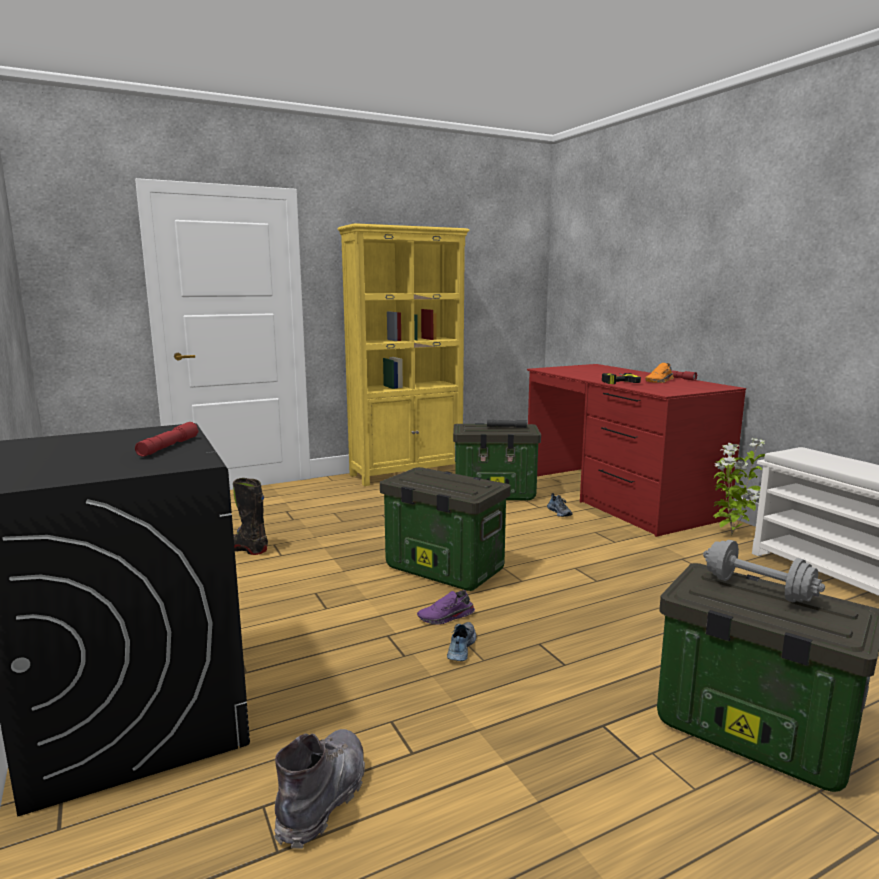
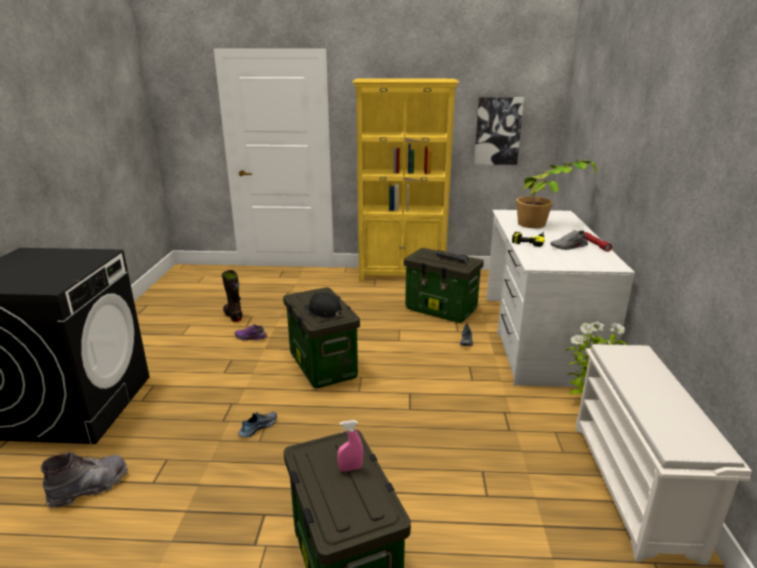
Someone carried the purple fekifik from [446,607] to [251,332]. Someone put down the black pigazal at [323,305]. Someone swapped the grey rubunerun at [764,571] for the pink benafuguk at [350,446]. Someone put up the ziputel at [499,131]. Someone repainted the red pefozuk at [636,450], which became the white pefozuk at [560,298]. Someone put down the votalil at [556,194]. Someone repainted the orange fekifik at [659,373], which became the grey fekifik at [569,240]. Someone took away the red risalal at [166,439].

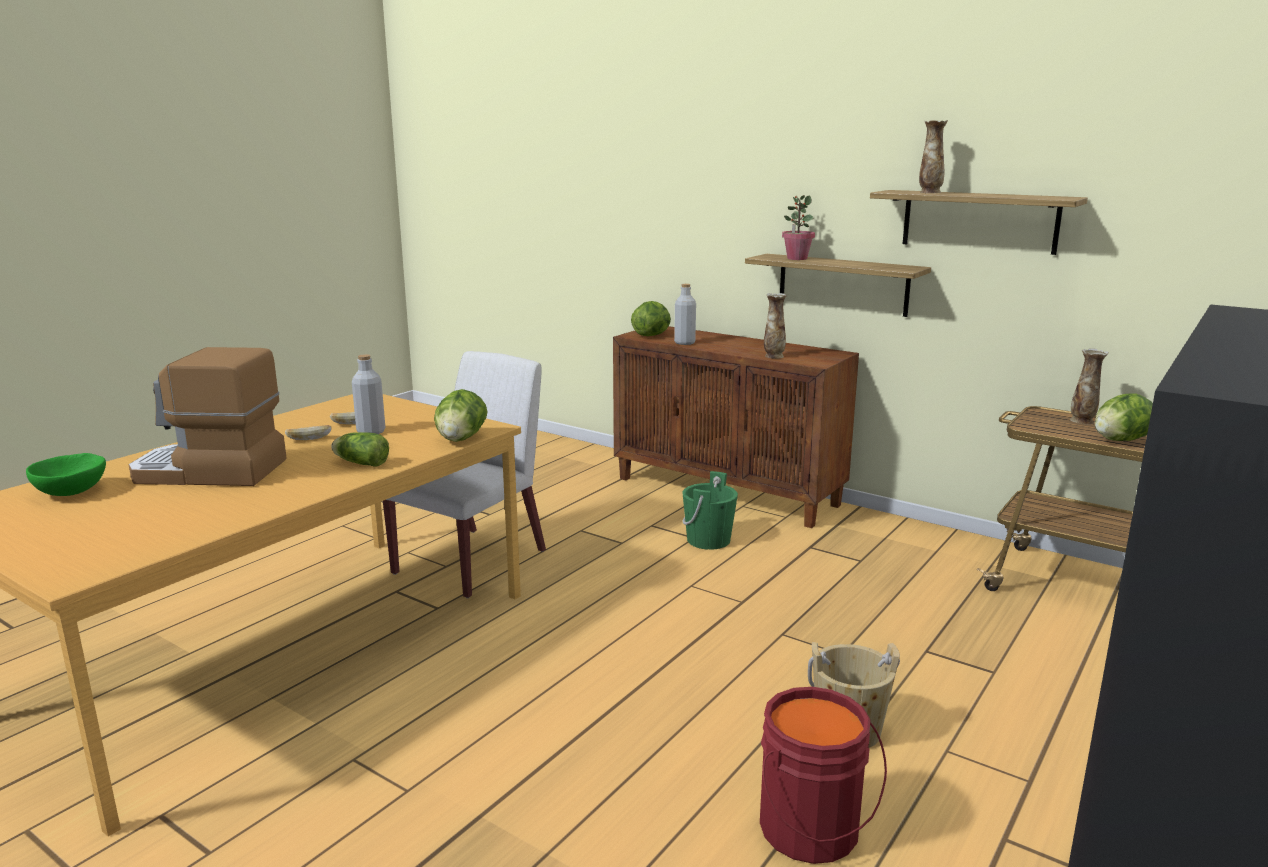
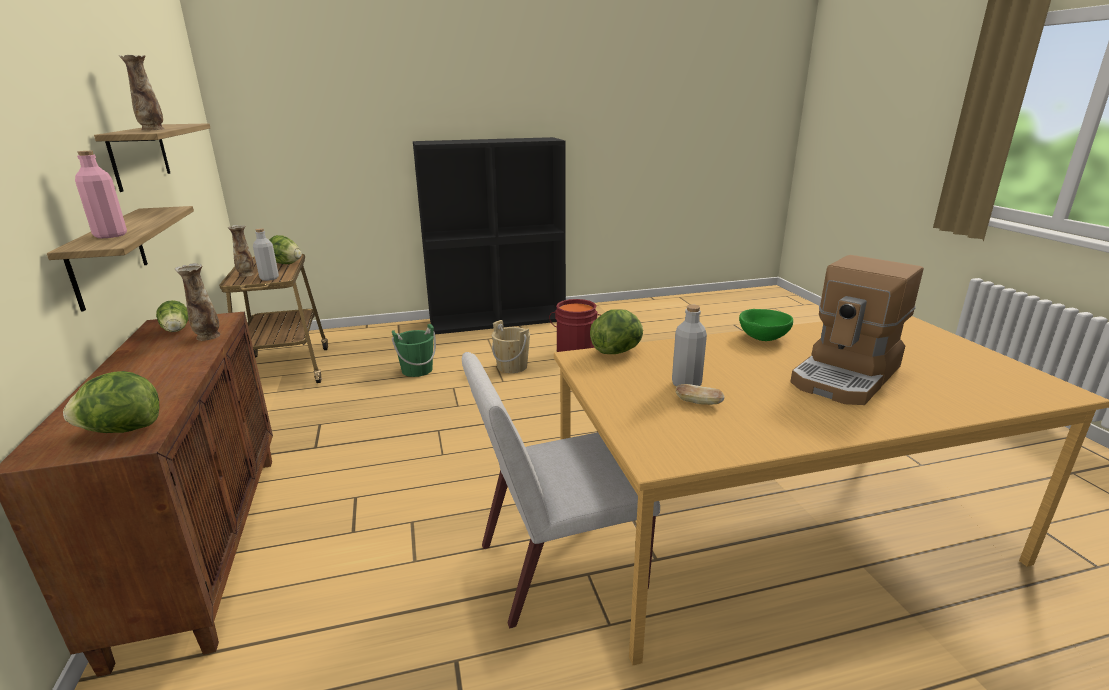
Someone swapped the votalil at [798,227] for the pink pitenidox at [101,194]. Someone carried the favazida from [360,449] to [172,316]. Someone carried the grey pitenidox from [685,314] to [266,254]. Someone carried the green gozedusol from [710,510] to [414,350]. Someone carried the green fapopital from [66,474] to [766,325]. Someone rotated the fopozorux at [208,416] by 90 degrees clockwise. Someone took away the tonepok at [308,432].

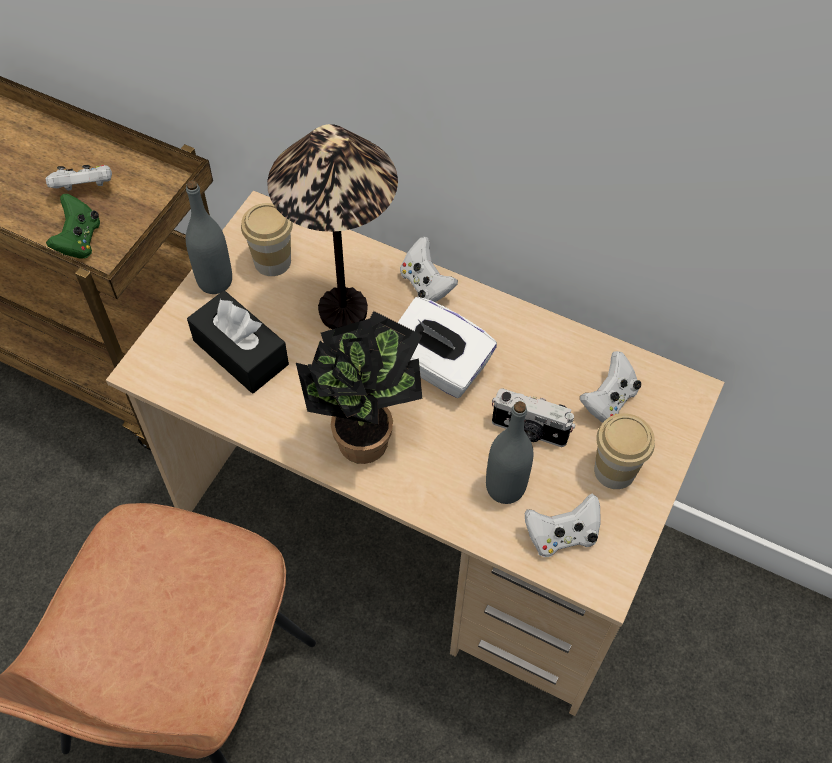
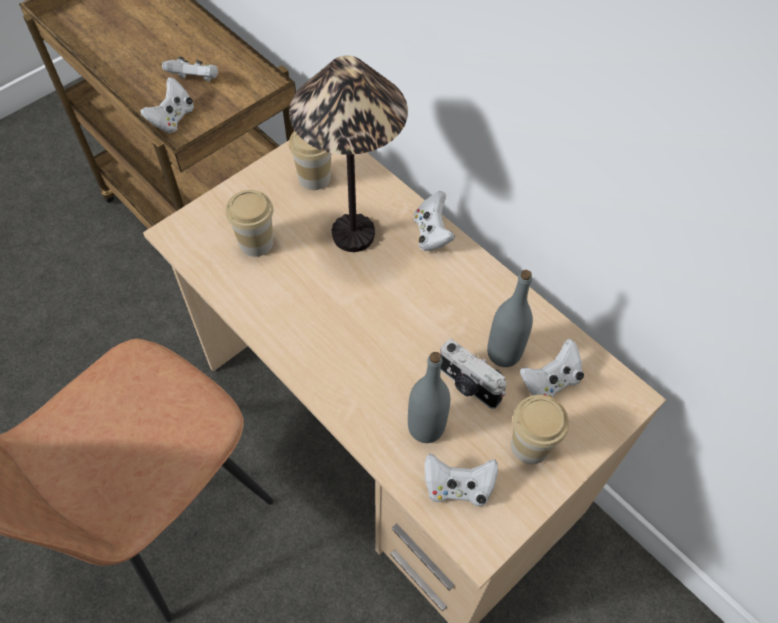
Someone repainted the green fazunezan at [73,226], which became the white fazunezan at [167,105]. Someone swapped the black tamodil at [238,342] for the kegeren at [249,223]. Someone carried the grey pitenidox from [209,237] to [510,318]. Someone took away the votalil at [359,387]. Someone took away the white tamodil at [447,347].

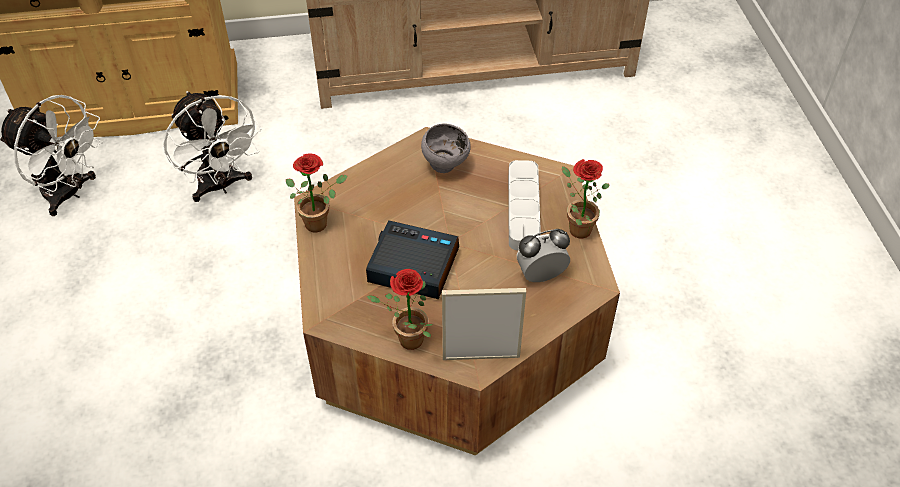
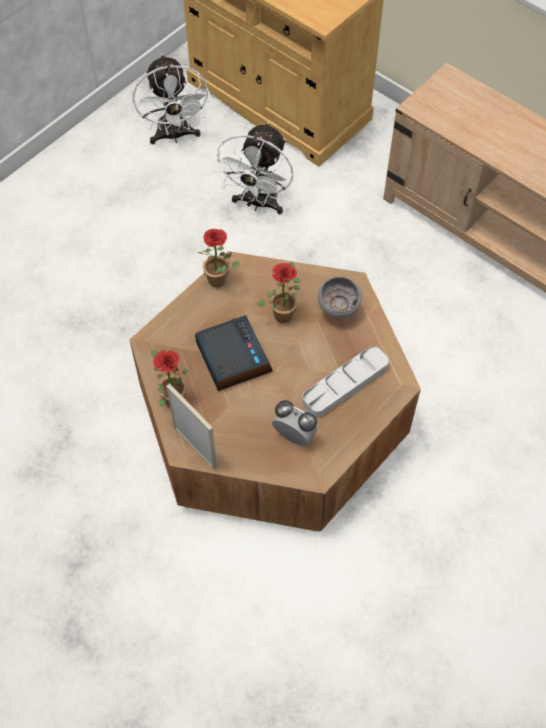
Someone carried the votalil from [586,199] to [279,292].

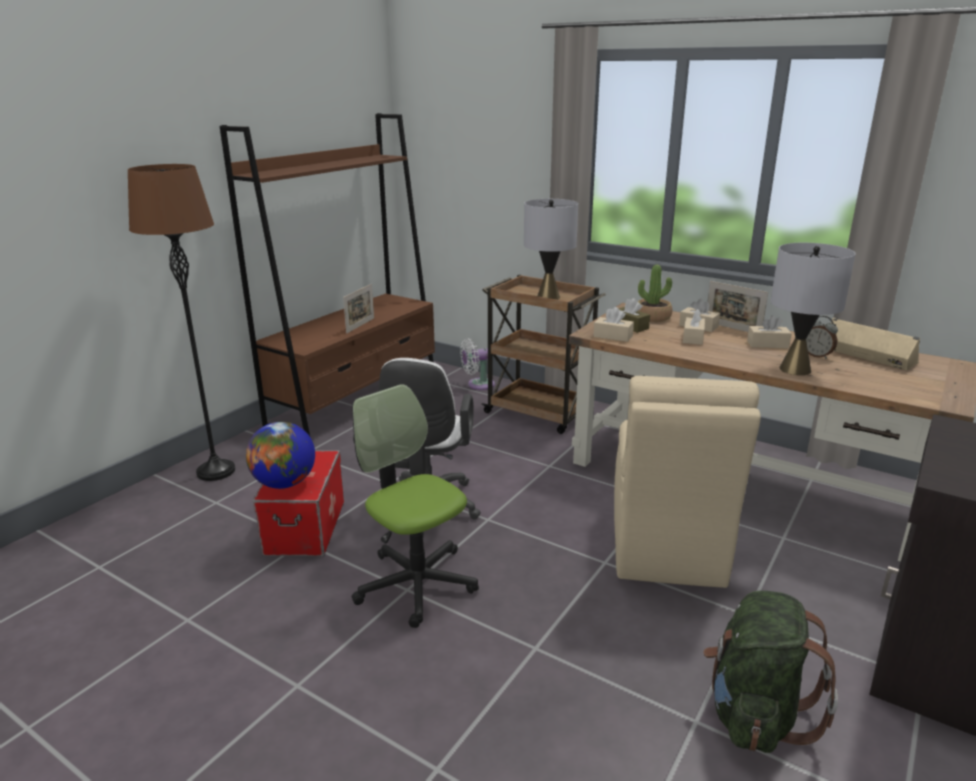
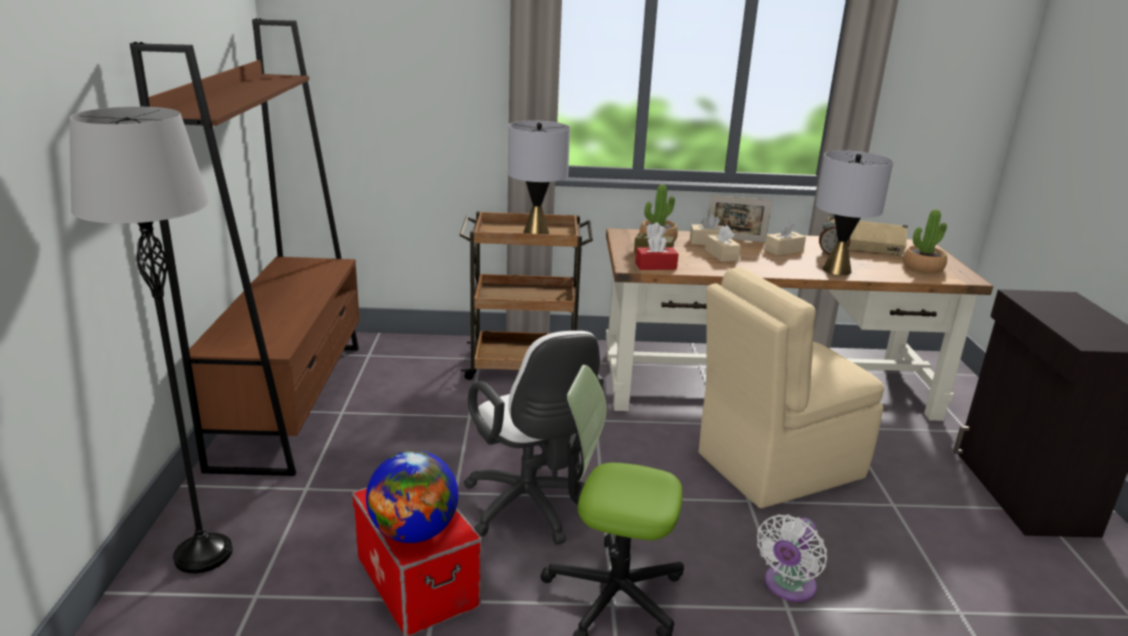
Someone repainted the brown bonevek at [181,322], which became the grey bonevek at [151,340]. Someone repainted the beige tamodil at [613,324], which became the red tamodil at [656,252]. Someone rotated the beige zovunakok at [687,482] by 90 degrees clockwise. Someone carried the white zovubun from [477,364] to [792,558]. Someone put down the votalil at [925,241]. Someone took away the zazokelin at [358,308]. Someone took away the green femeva at [770,672].

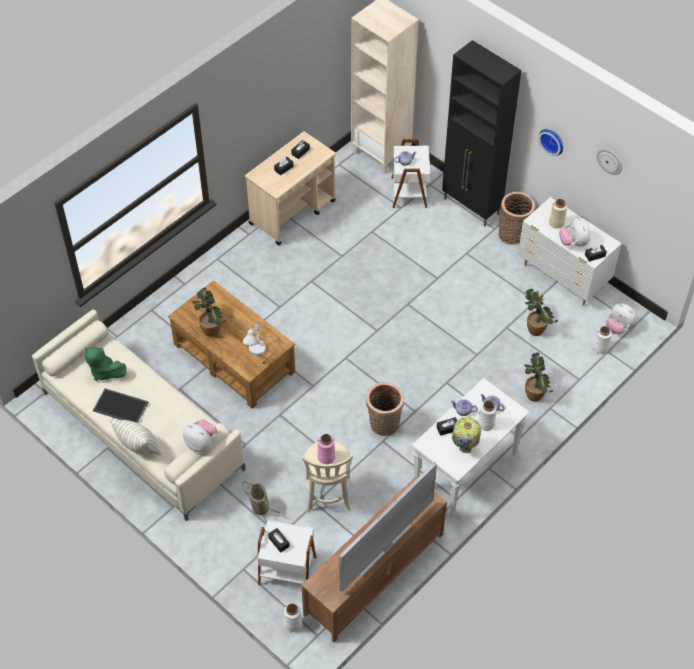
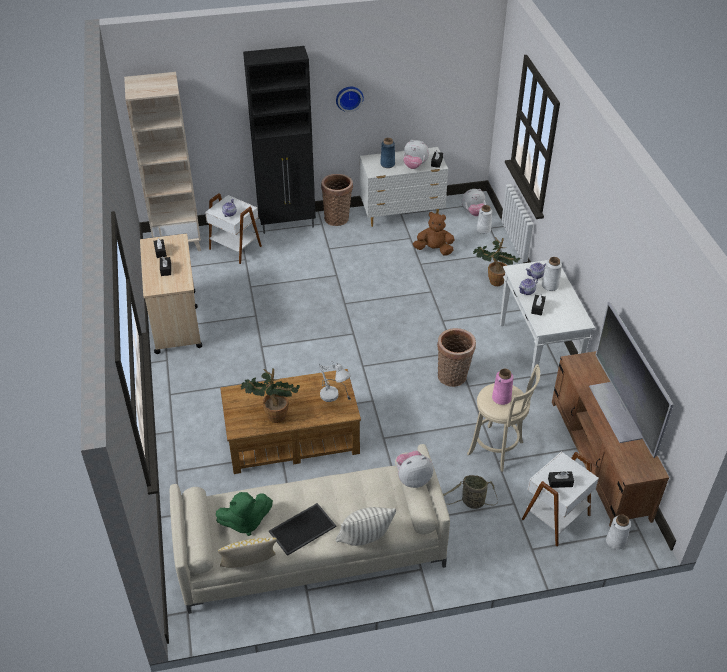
Someone put down the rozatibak at [247,553]. Someone repainted the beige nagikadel at [558,214], which became the blue nagikadel at [387,153]. Someone swapped the votalil at [541,312] for the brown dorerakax at [434,234]. Someone took away the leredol at [466,435]. Someone took away the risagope at [609,162].

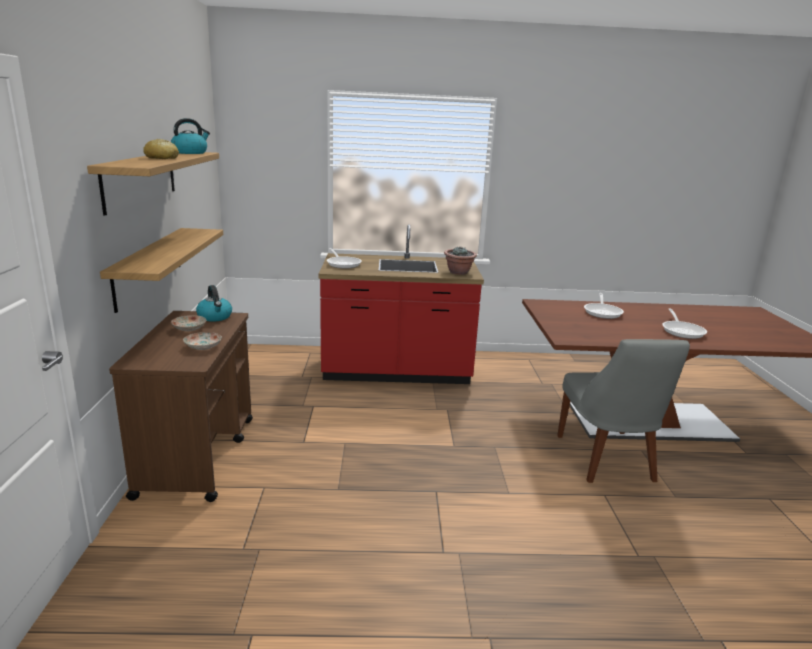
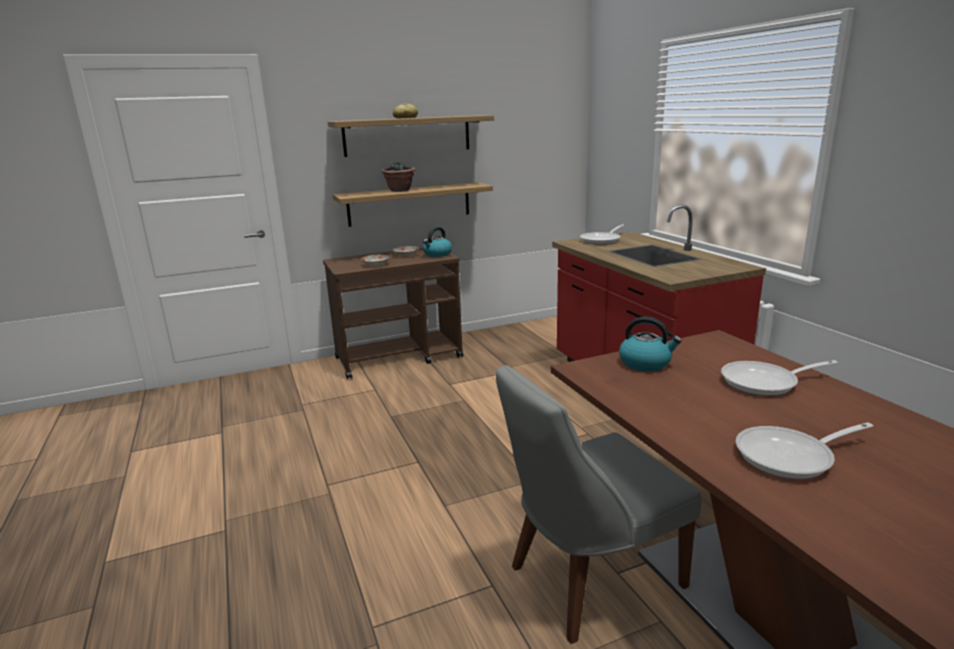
Someone carried the votalil from [460,261] to [398,177]. Someone carried the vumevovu from [190,136] to [650,344].

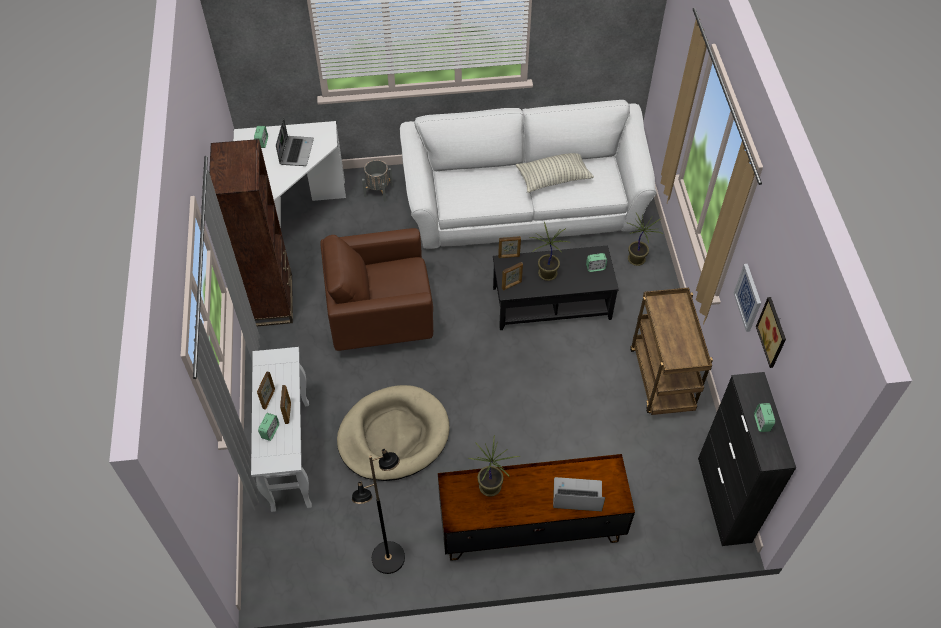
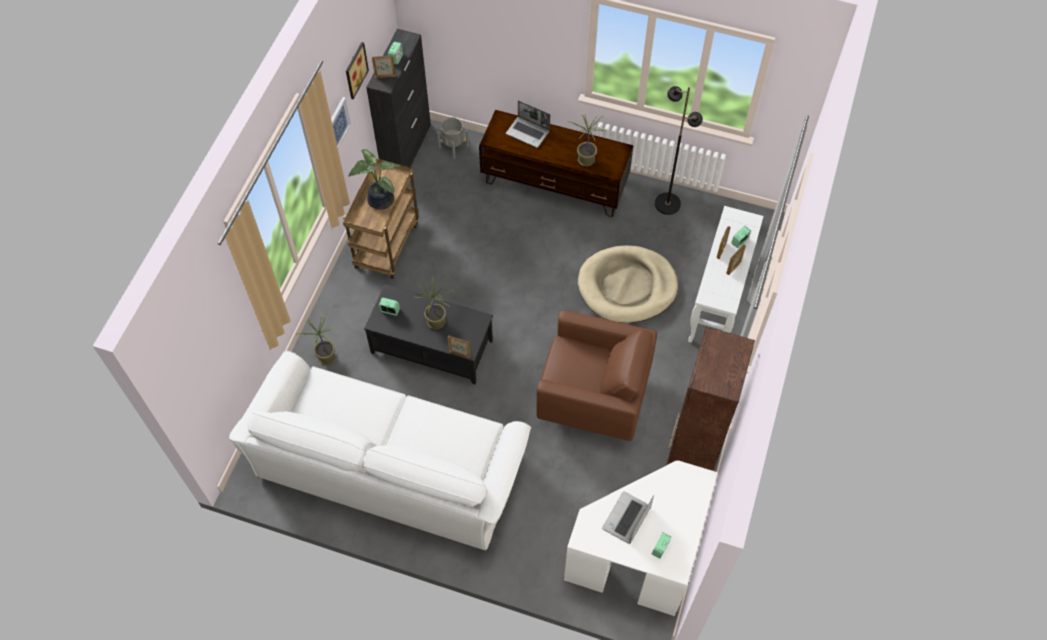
Someone put down the votalil at [374,179]. Someone carried the zazokelin from [512,276] to [384,66]. Someone carried the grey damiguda from [377,180] to [453,138]. Someone took away the rozatibak at [555,173].

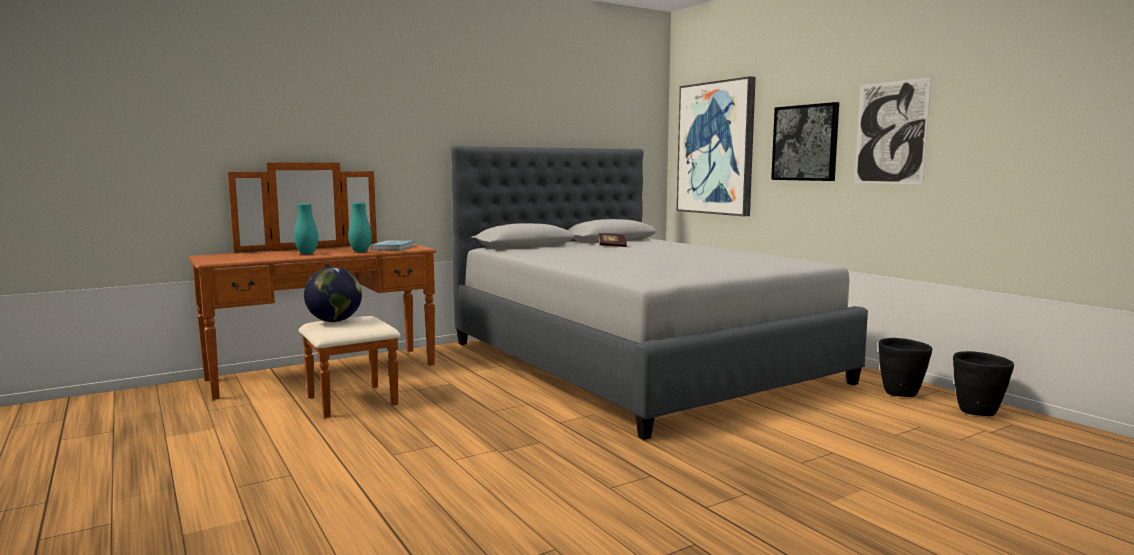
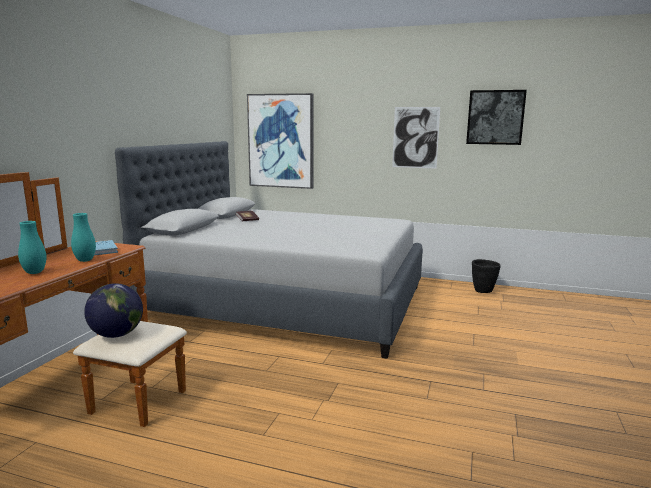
Someone carried the ziputel from [805,141] to [496,117]. Someone took away the black damiguda at [905,367].

